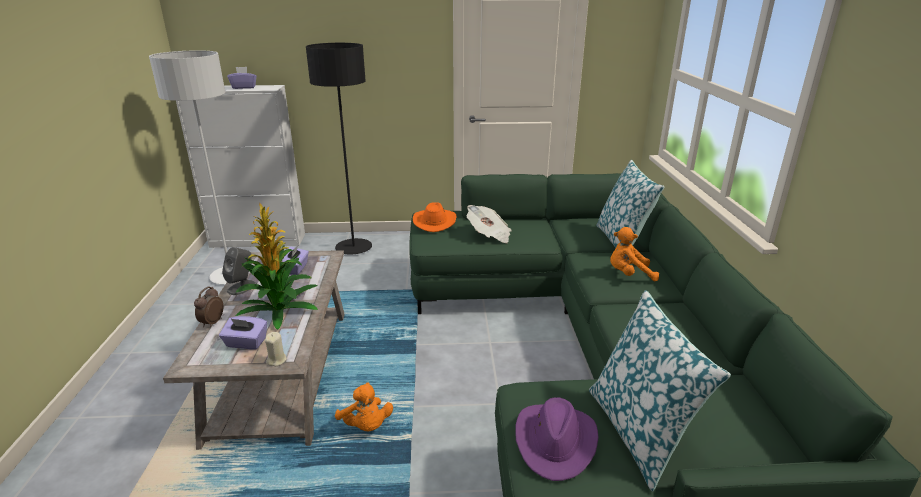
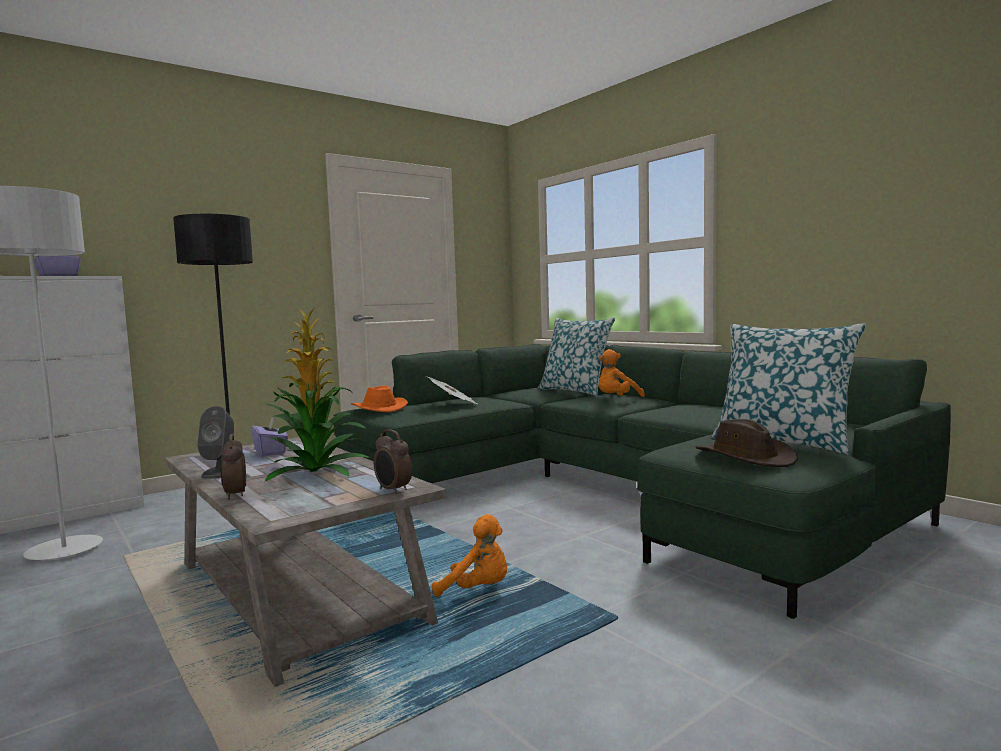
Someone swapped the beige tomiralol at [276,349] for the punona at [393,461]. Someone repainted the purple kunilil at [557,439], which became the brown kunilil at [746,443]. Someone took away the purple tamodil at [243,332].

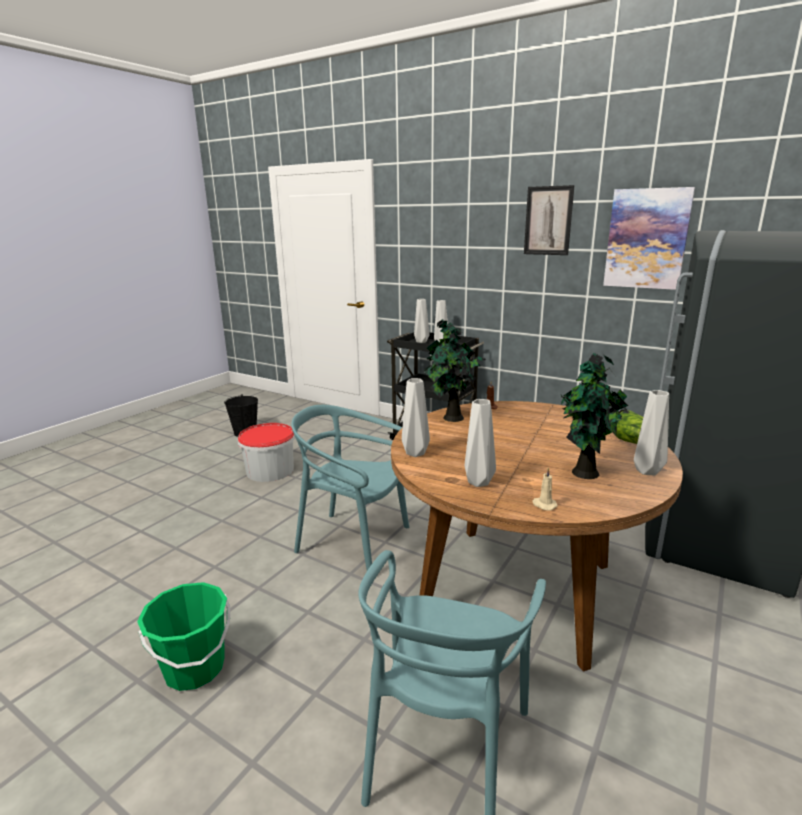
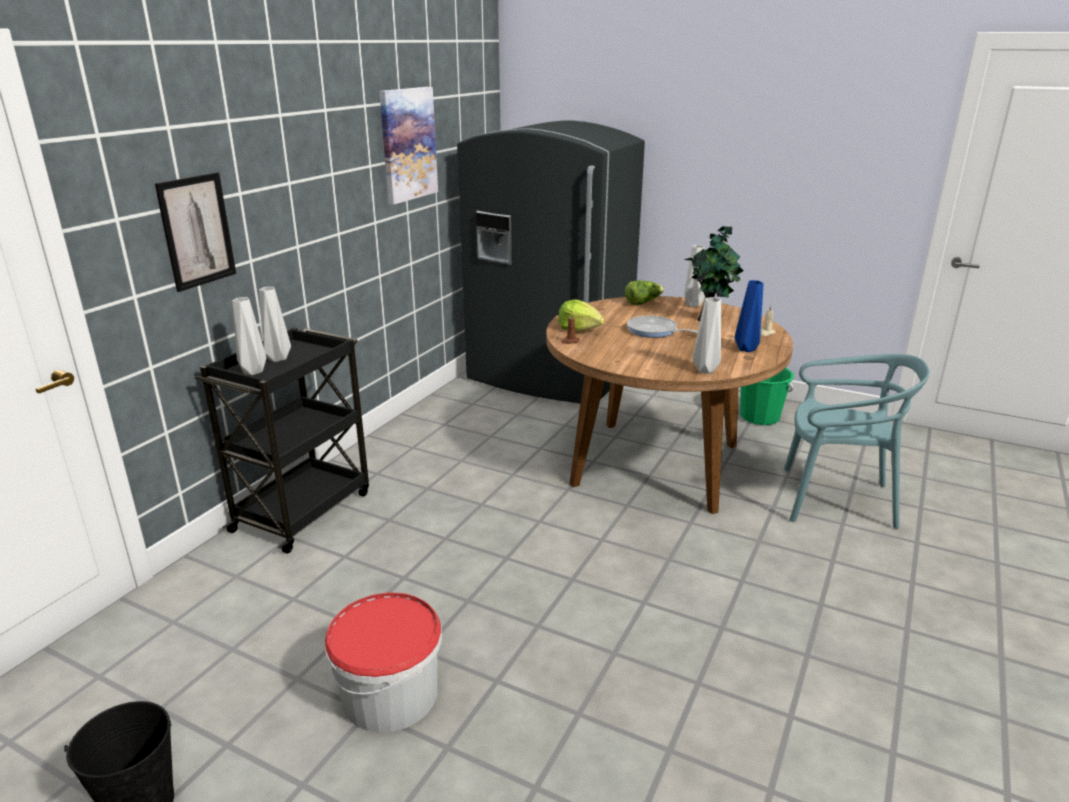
Someone carried the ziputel from [549,220] to [195,232]. Someone put down the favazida at [581,315]. Someone put down the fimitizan at [662,327]. Someone repainted the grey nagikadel at [480,443], which became the blue nagikadel at [749,316]. Someone carried the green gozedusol from [183,636] to [767,396]. Someone took away the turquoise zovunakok at [350,487]. Someone took away the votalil at [455,370].

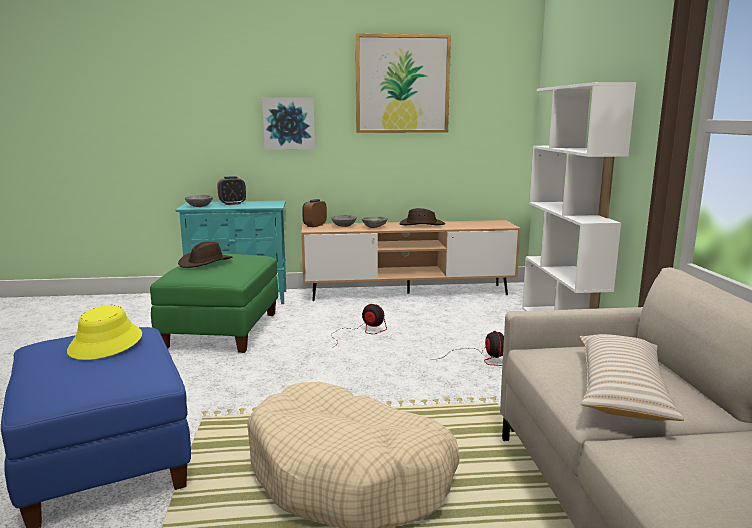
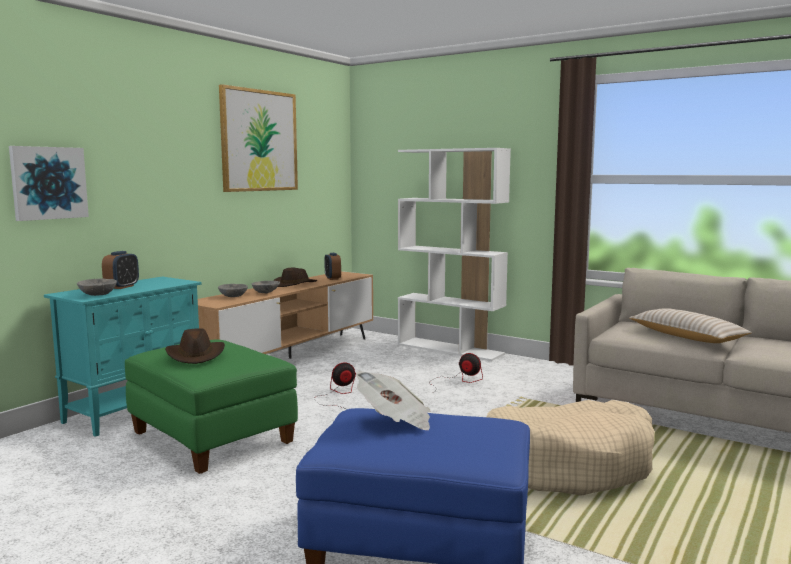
Someone carried the ziputel from [288,123] to [49,183]. Someone carried the punona from [314,213] to [332,266]. Someone swapped the yellow kunilil at [104,332] for the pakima at [393,400].

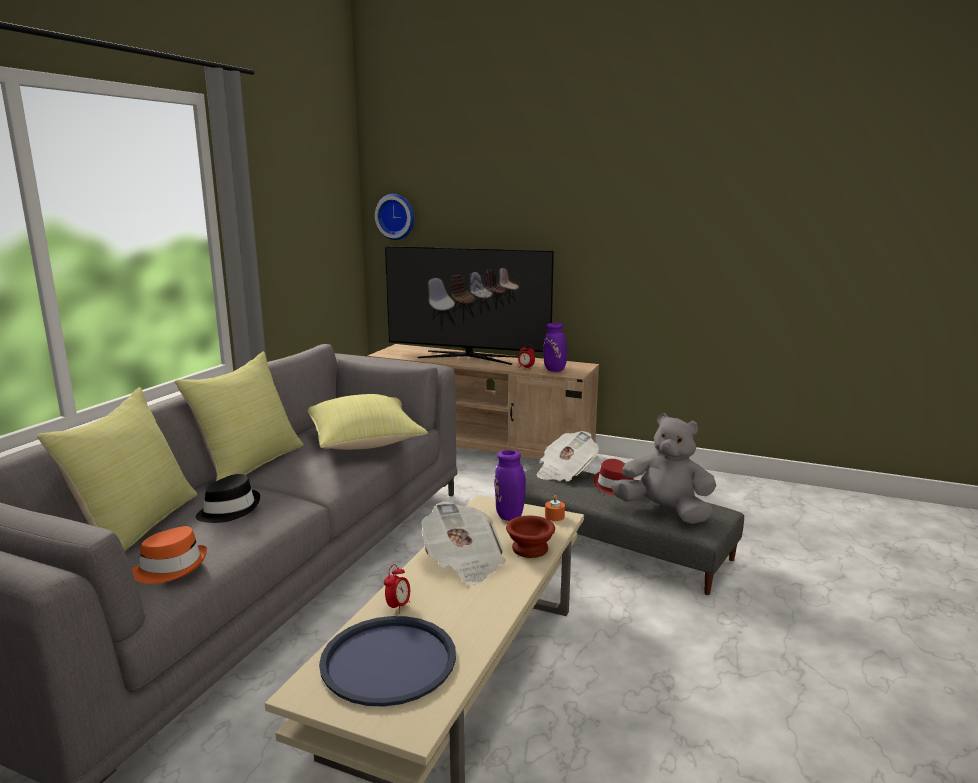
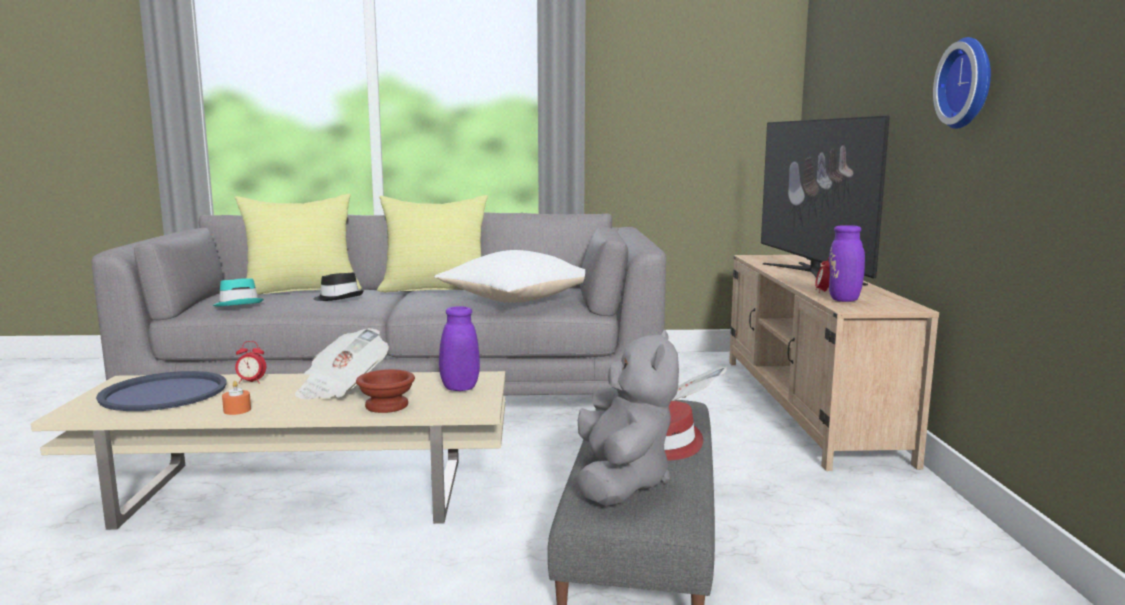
Someone repainted the orange kunilil at [169,555], which became the turquoise kunilil at [238,292]. Someone carried the orange tomiralol from [555,508] to [236,398]. Someone repainted the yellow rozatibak at [368,422], which became the white rozatibak at [509,276]. Someone carried the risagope from [394,217] to [962,83].

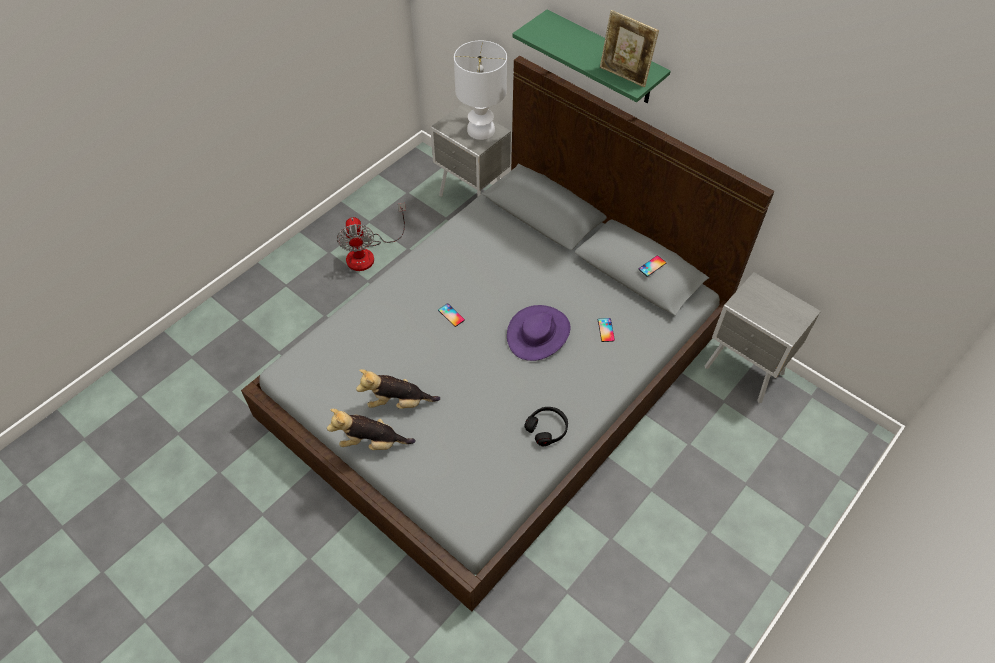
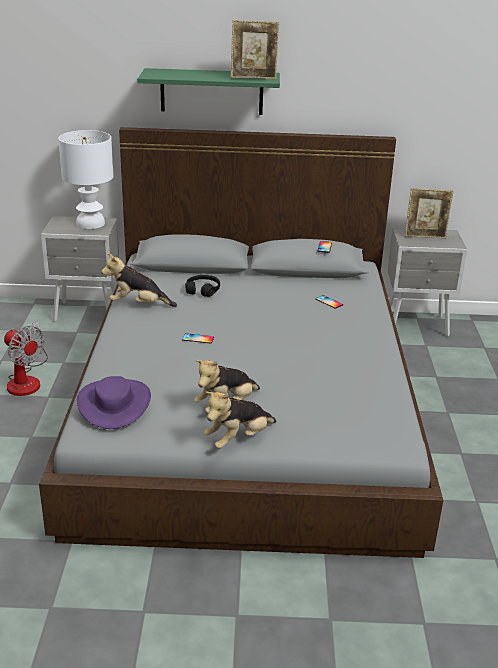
Someone carried the purple kunilil from [538,333] to [114,402]. Someone put down the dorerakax at [139,280]. Someone carried the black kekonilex from [546,426] to [202,286]. Someone put down the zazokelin at [429,213].

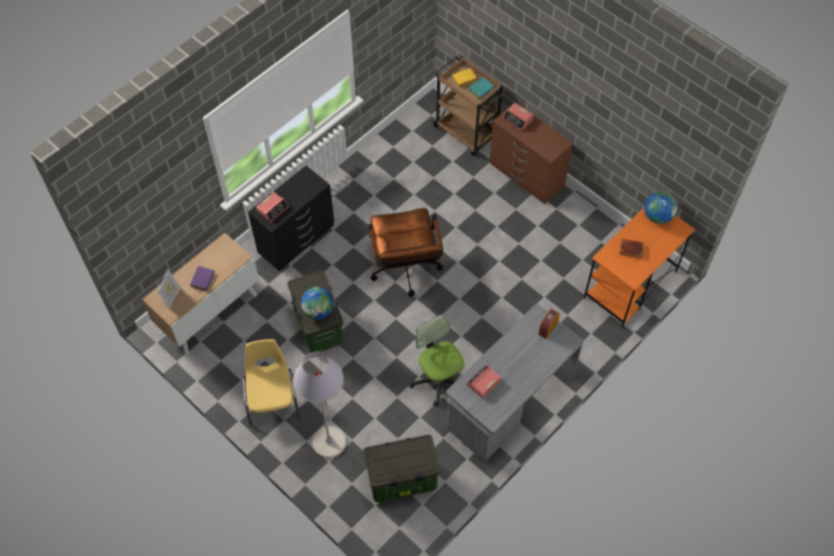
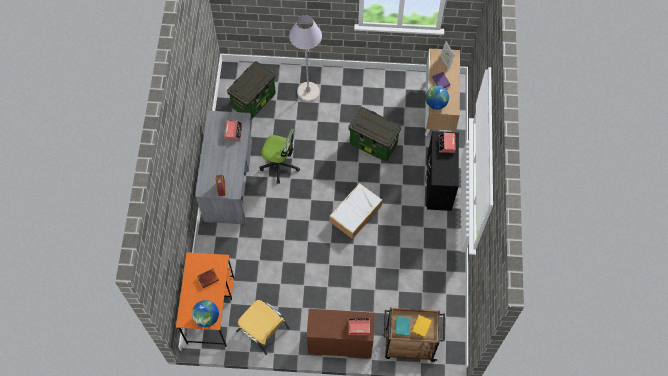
Someone carried the yellow zovunakok from [271,383] to [263,327]. Someone swapped the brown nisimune at [406,252] for the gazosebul at [355,211]. Someone carried the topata from [317,303] to [437,98].

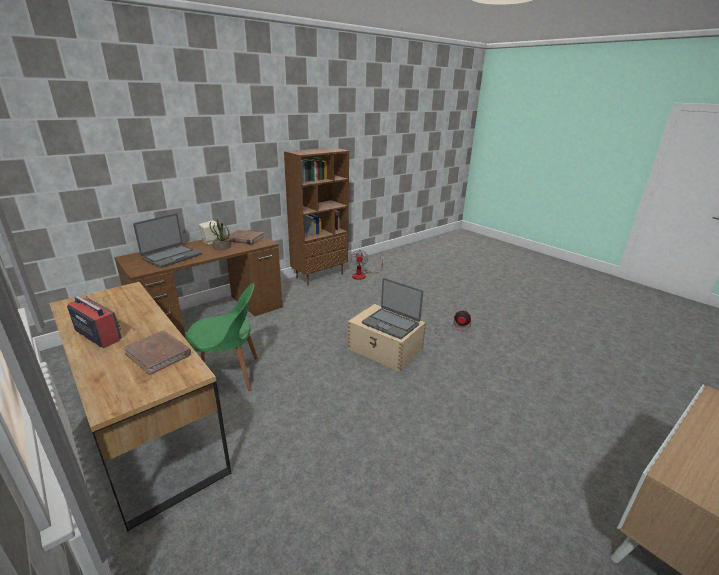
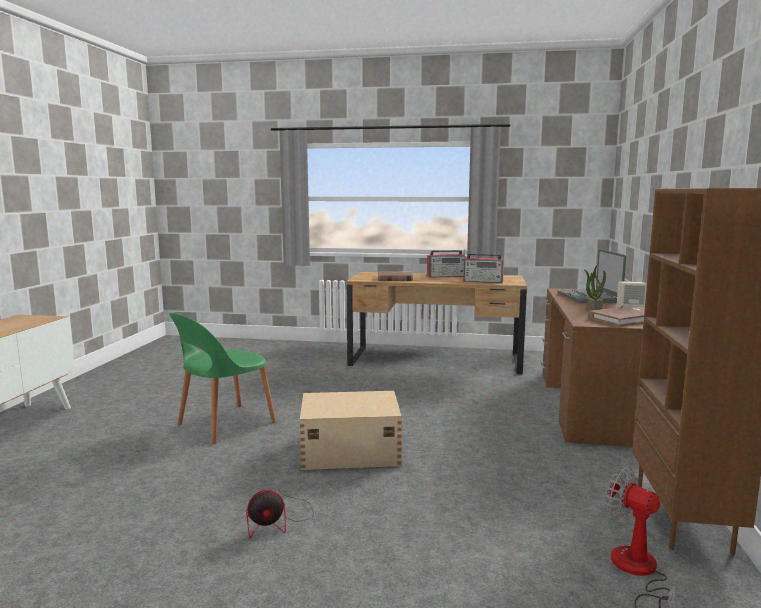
Someone carried the green zovunakok from [221,337] to [222,378]. Someone put down the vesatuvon at [483,268]. Someone took away the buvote at [392,308].

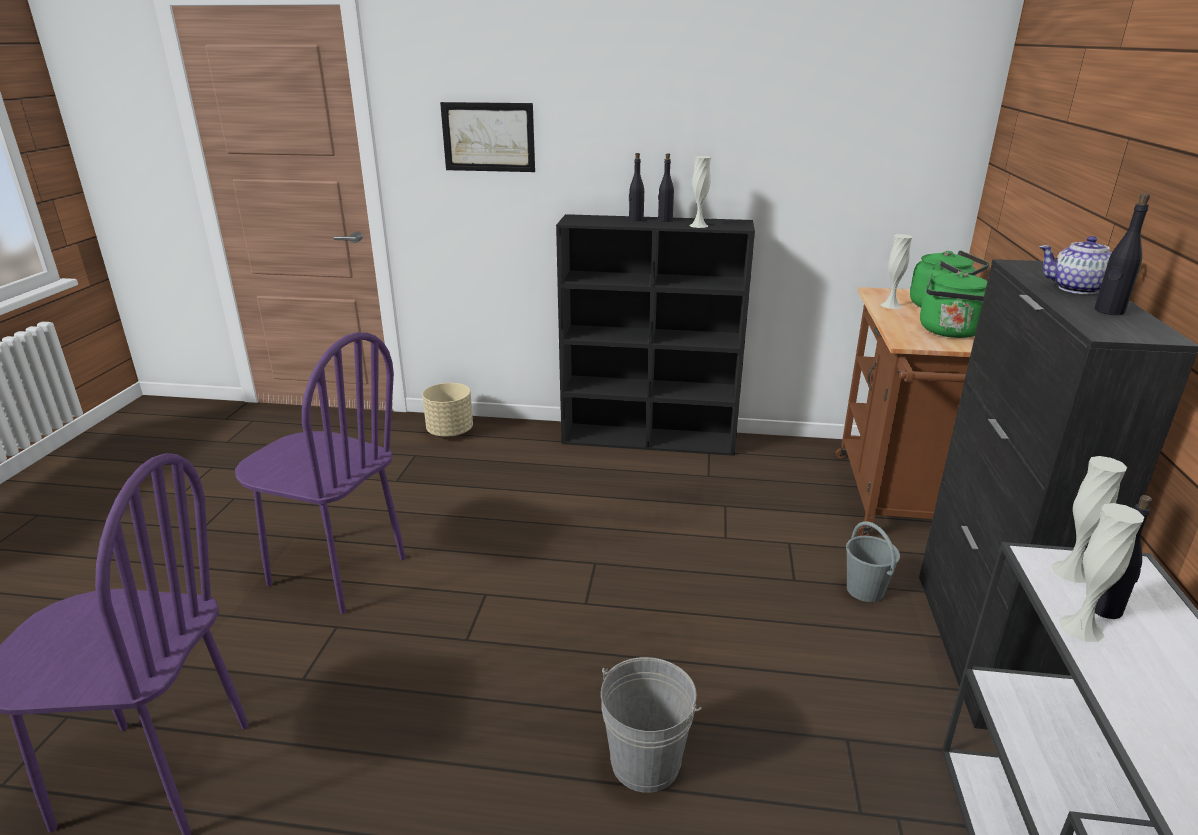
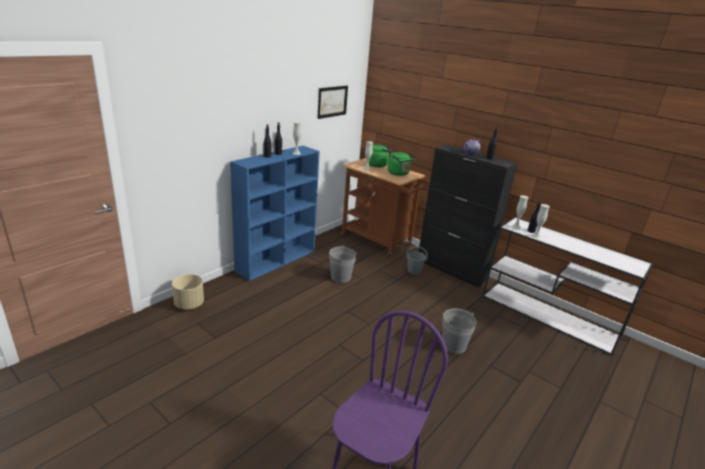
Someone repainted the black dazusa at [655,335], which became the blue dazusa at [275,213]. Someone carried the ziputel from [487,137] to [332,102]. Someone put down the grey gozedusol at [342,264]. Someone took away the purple zovunakok at [320,473].

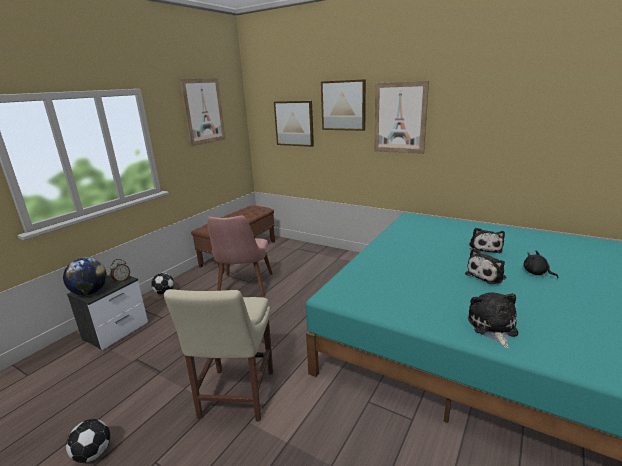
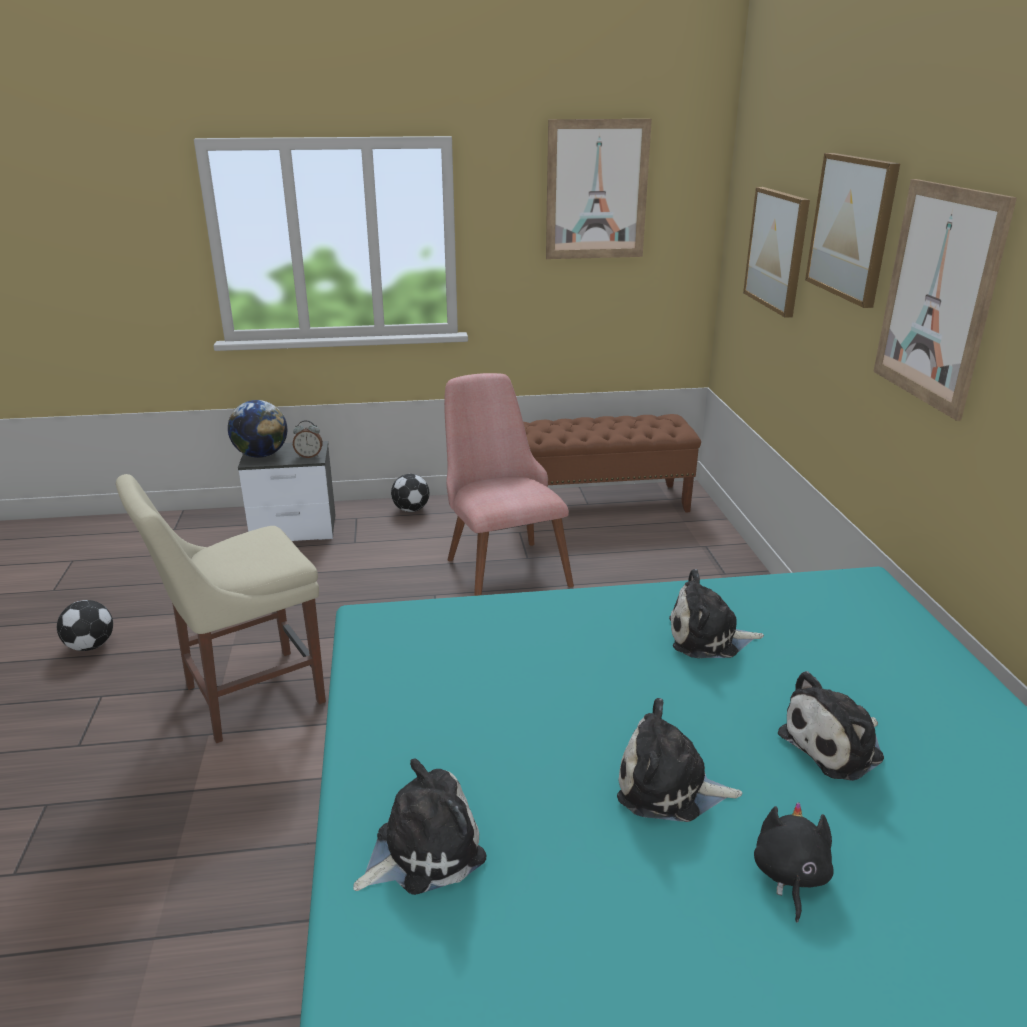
Someone rotated the pink zovunakok at [240,256] by 105 degrees clockwise. Someone put down the dorerakax at [716,613].

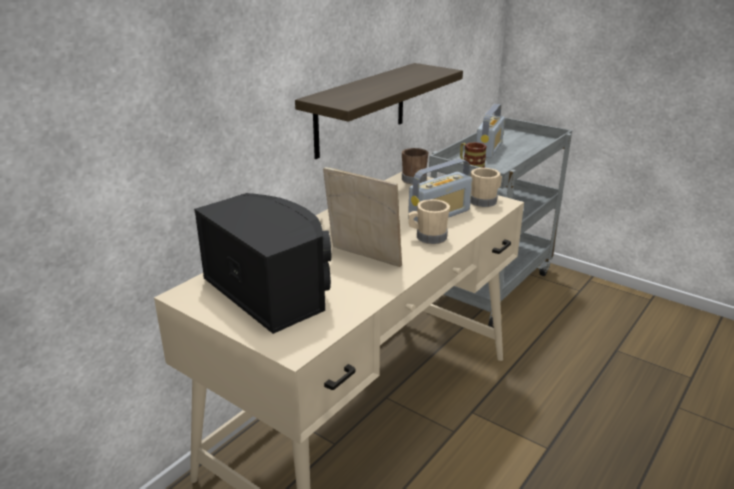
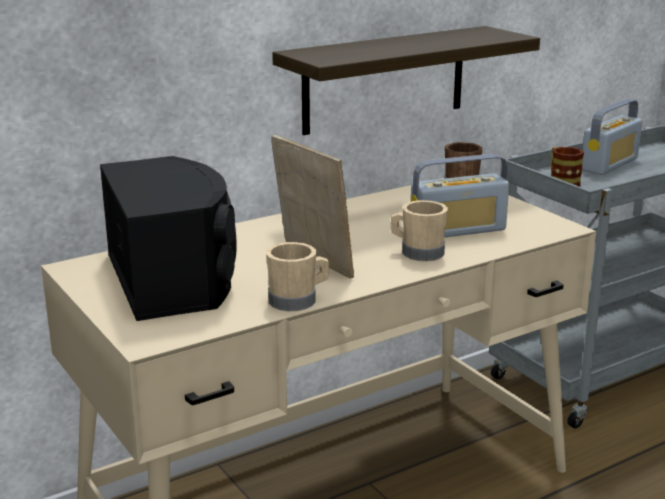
Someone carried the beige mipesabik from [486,187] to [297,277].

